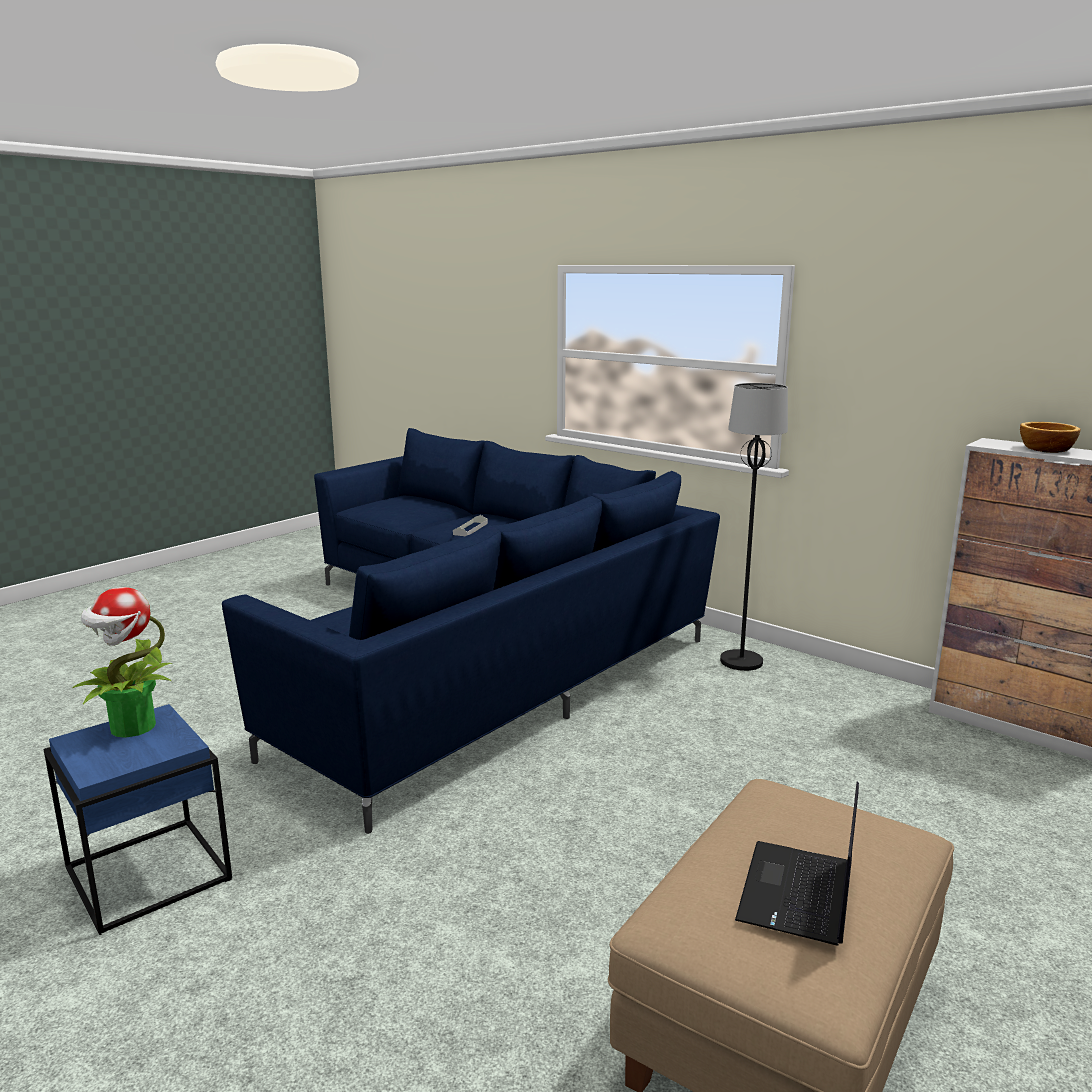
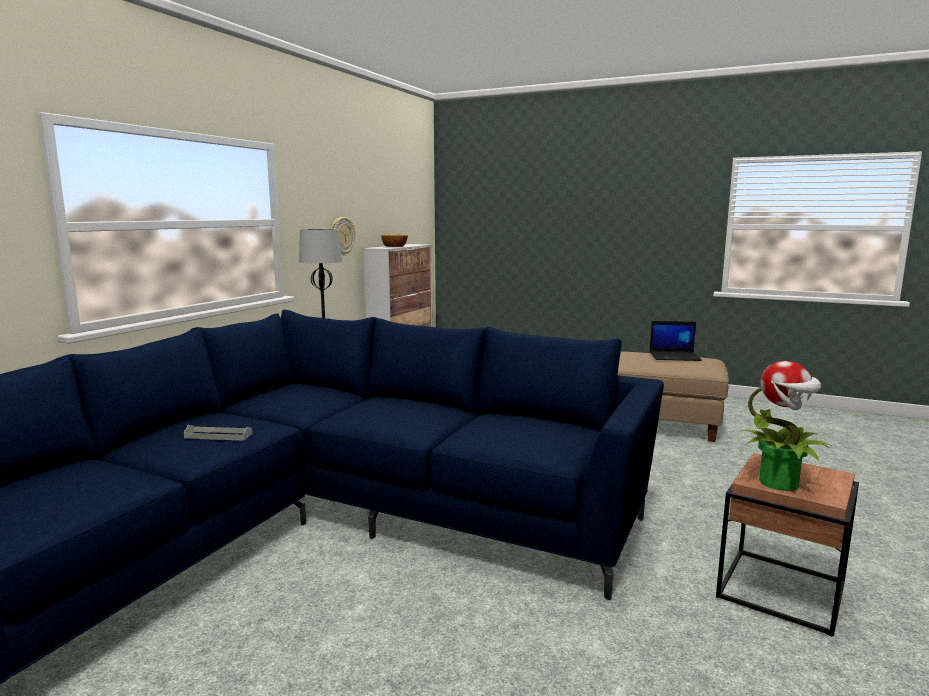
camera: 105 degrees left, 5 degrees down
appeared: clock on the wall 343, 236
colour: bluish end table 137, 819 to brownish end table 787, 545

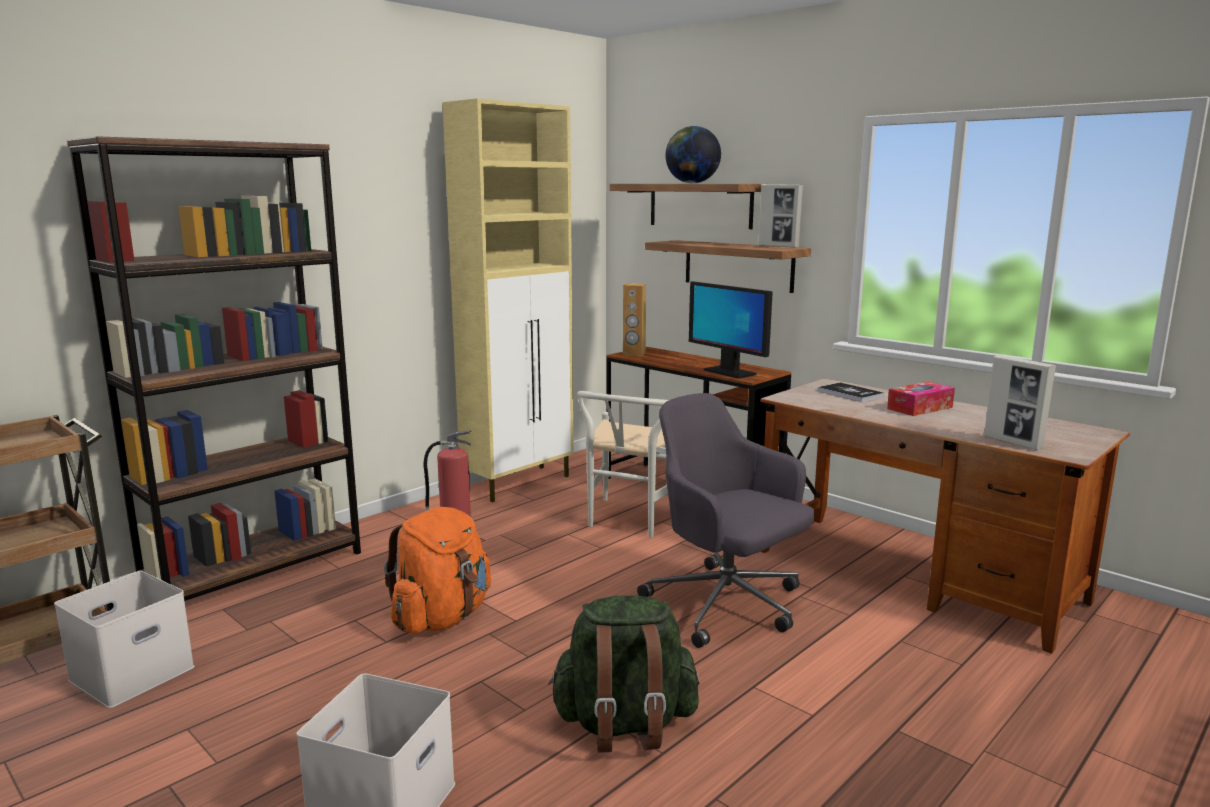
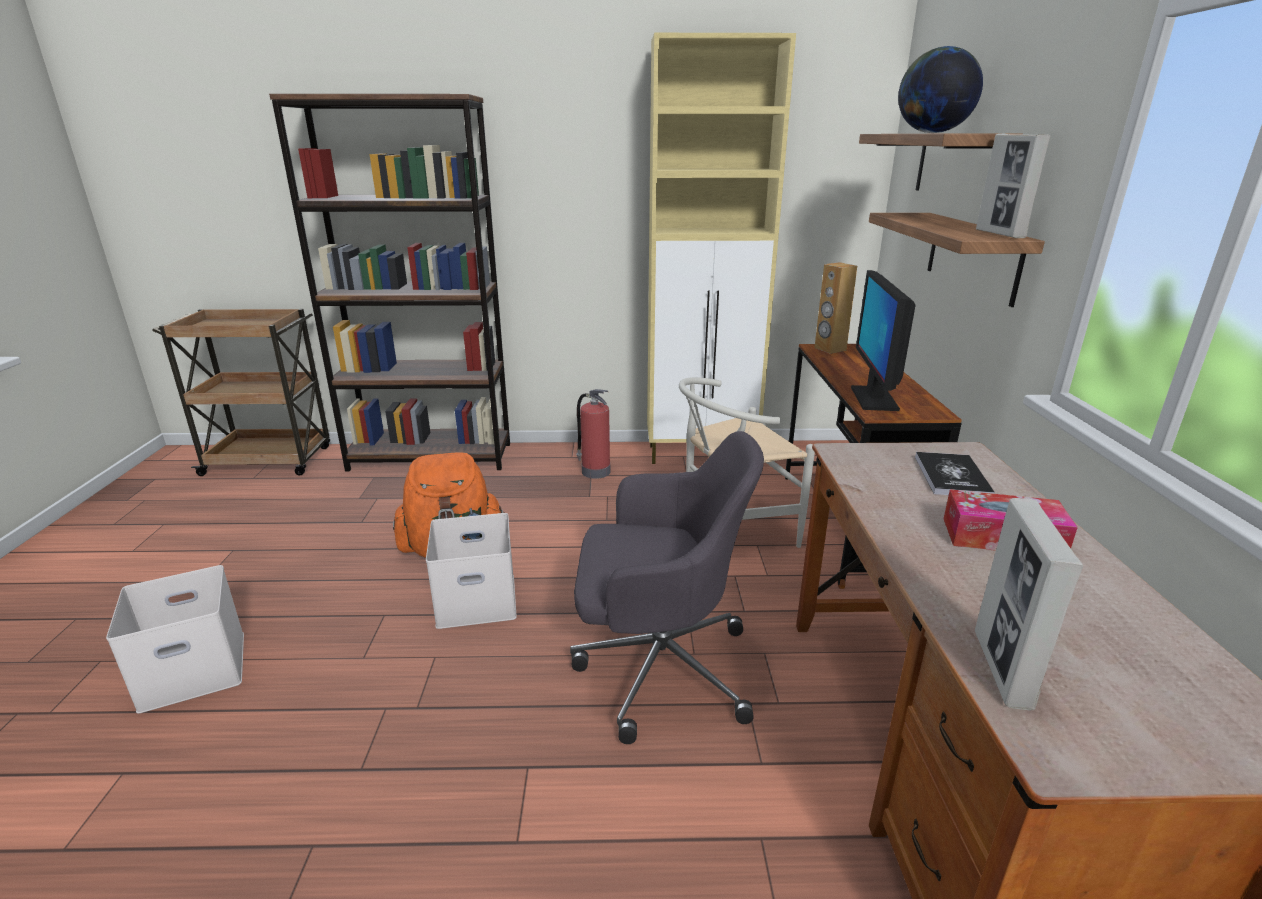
camera: 45 degrees right, 10 degrees up
missing: green-coloured backpack 623, 674
relocated: white-coloured storage bin 124, 639 to 471, 571
spun: gray computer chair 725, 520 = 667, 587 90 degrees clockwise

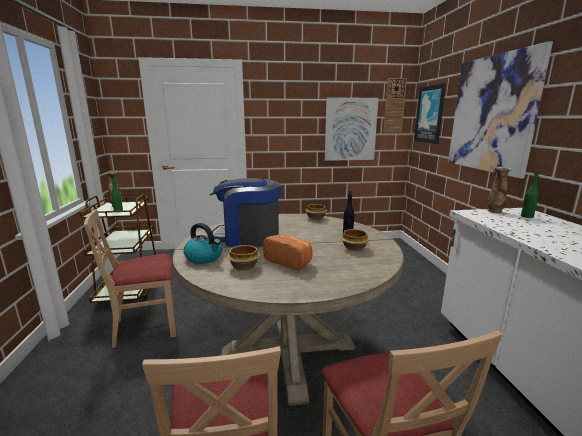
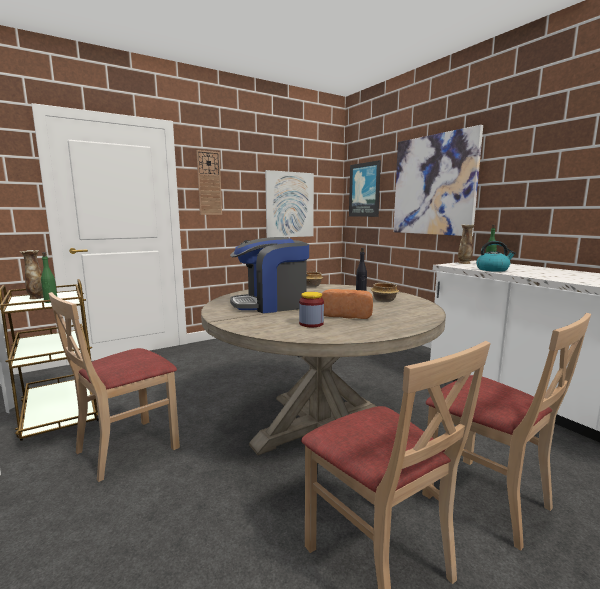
camera: 25 degrees left, 5 degrees down
relocated: clock on the wall 395, 105 to 209, 182; water kettle 203, 243 to 496, 256
exchanged: deep dish 243, 258 to preserve jar 311, 309

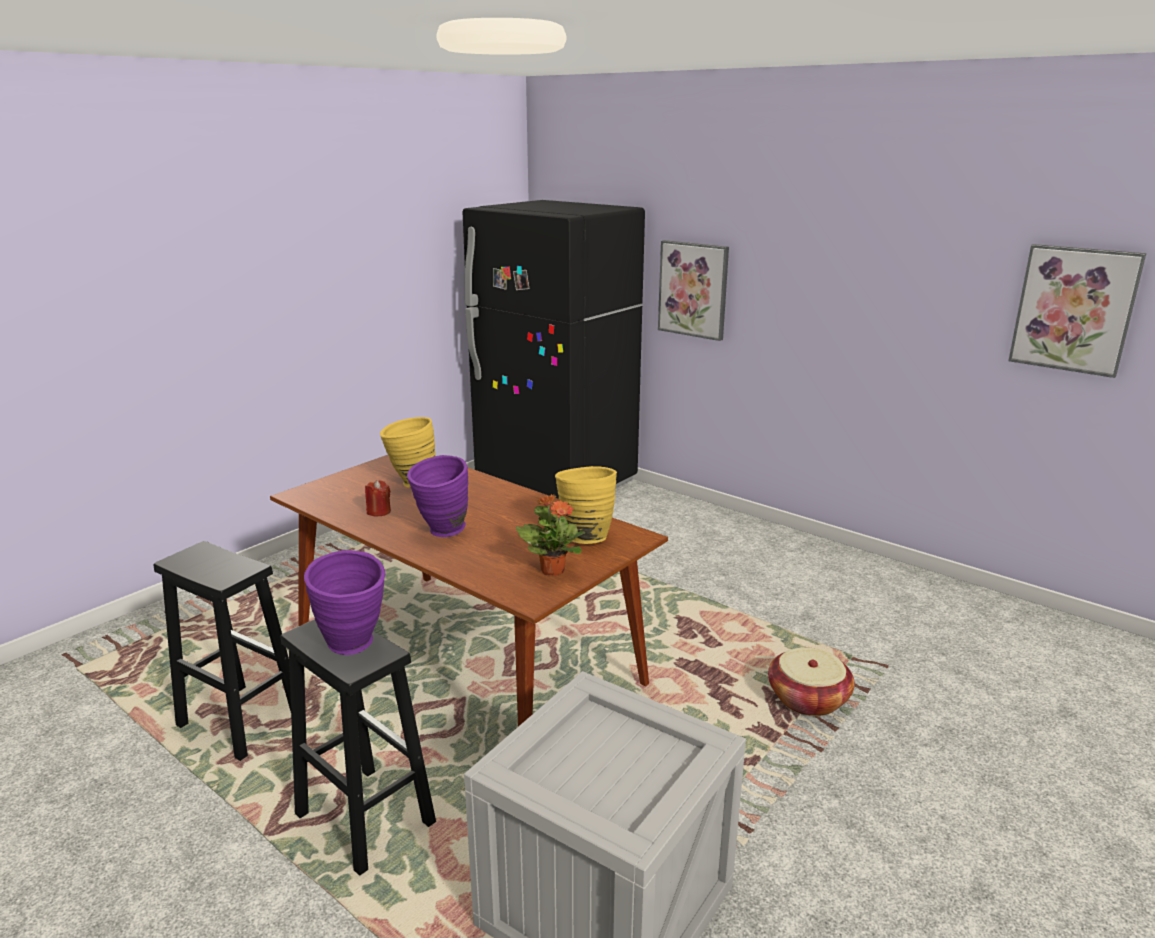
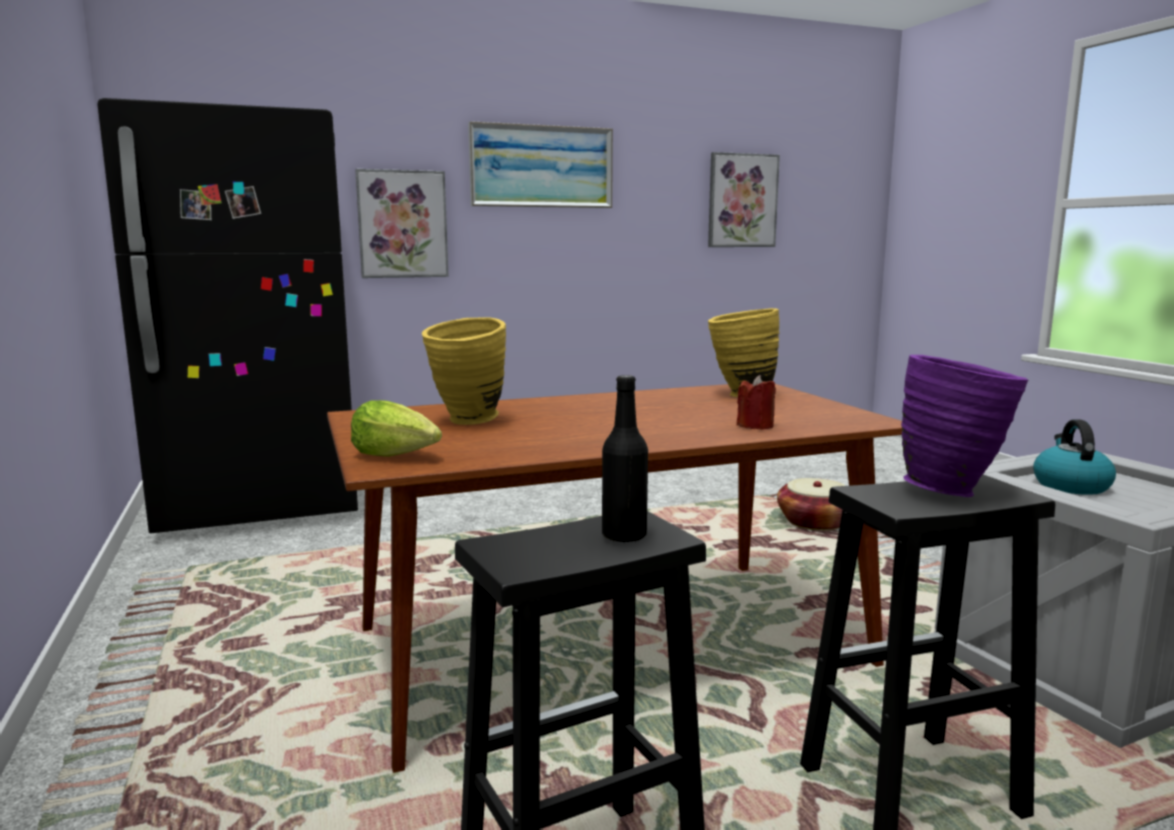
camera: 60 degrees left, 10 degrees down
missing: purplish flower vase 437, 496; houseplant 550, 534
appeared: lettuce 396, 428; picture 540, 164; blackish bottle 625, 459; water kettle 1074, 457
relocated: red-coloured wax light 378, 498 to 756, 402

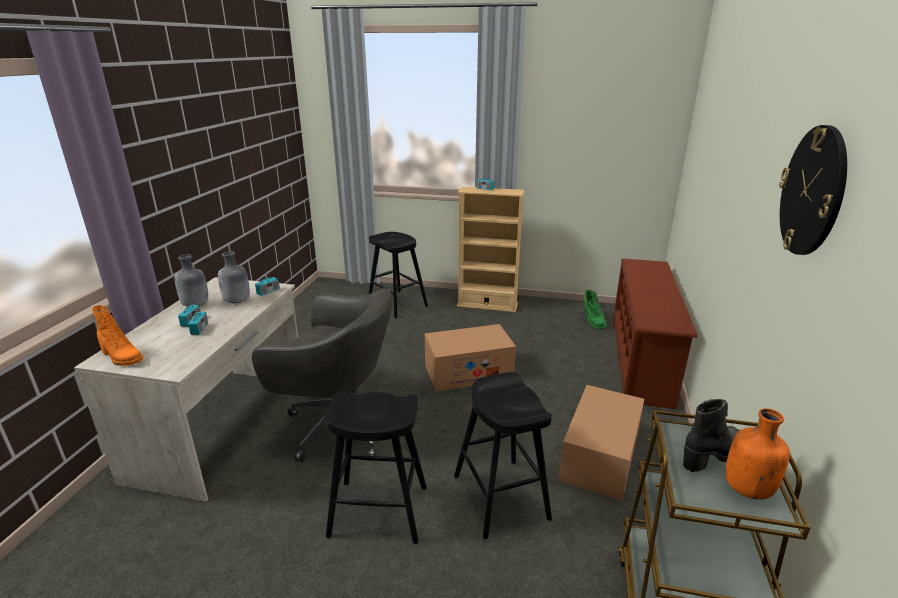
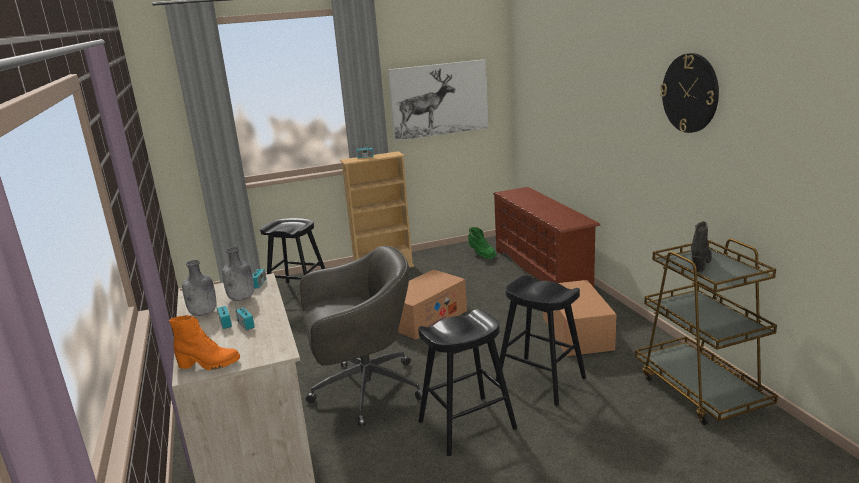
camera: 30 degrees left, 5 degrees down
missing: orangey bottle 757, 454
appeared: picture 438, 100

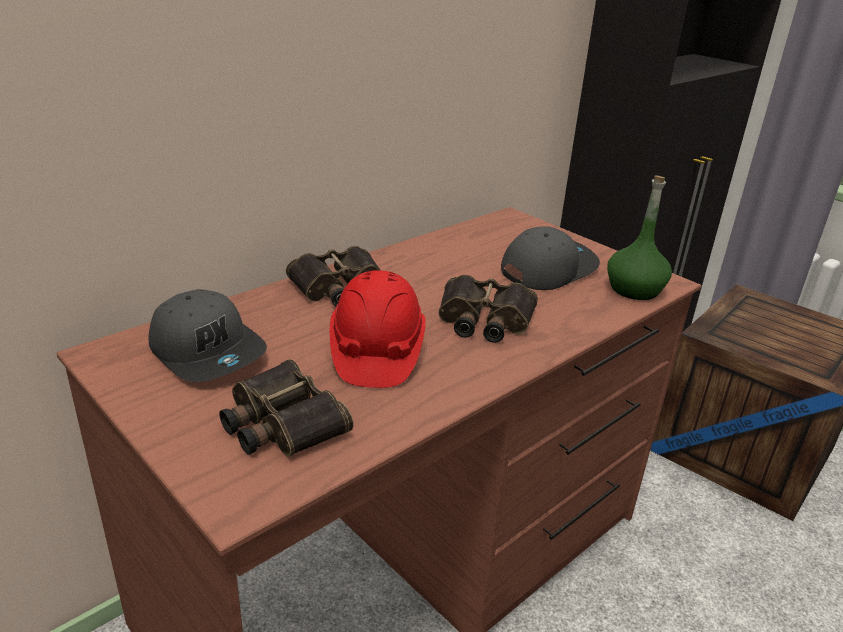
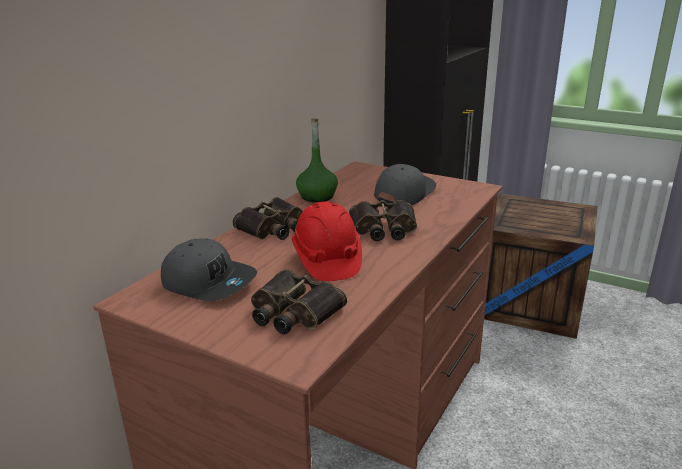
camera: 15 degrees left, 5 degrees down
relocated: green-coloured bottle 639, 237 to 317, 160

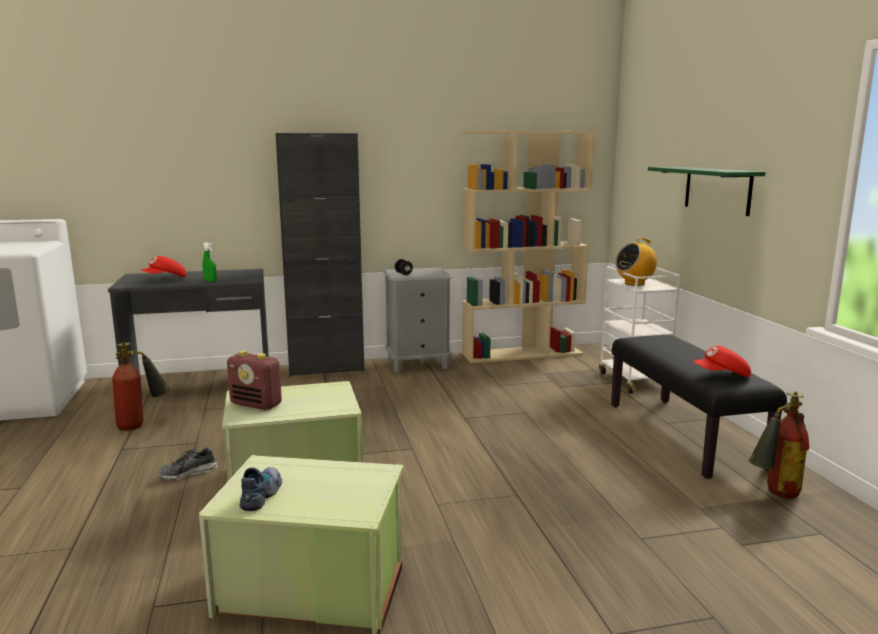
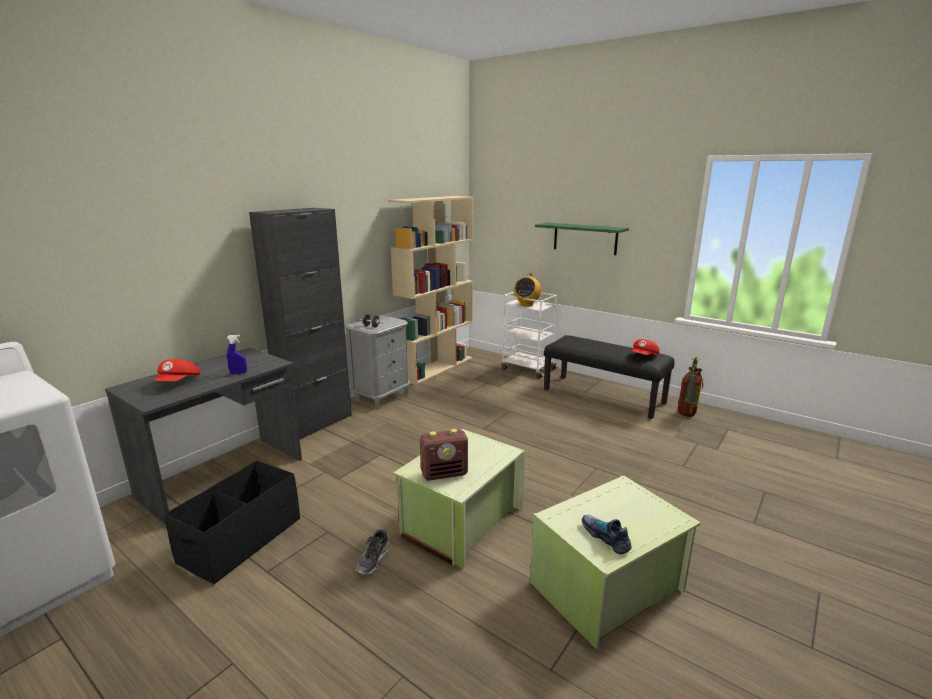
camera: 40 degrees left, 5 degrees up
exchanged: fire-fighting cylinder 141, 386 to blackish storage bin 232, 522
colour: green-coloured sprayer 210, 262 to bluish sprayer 237, 354

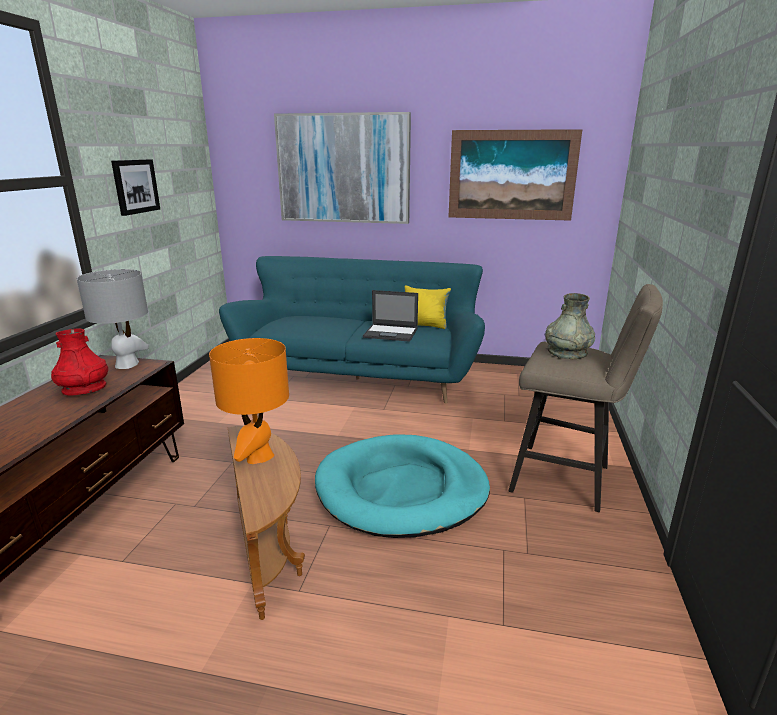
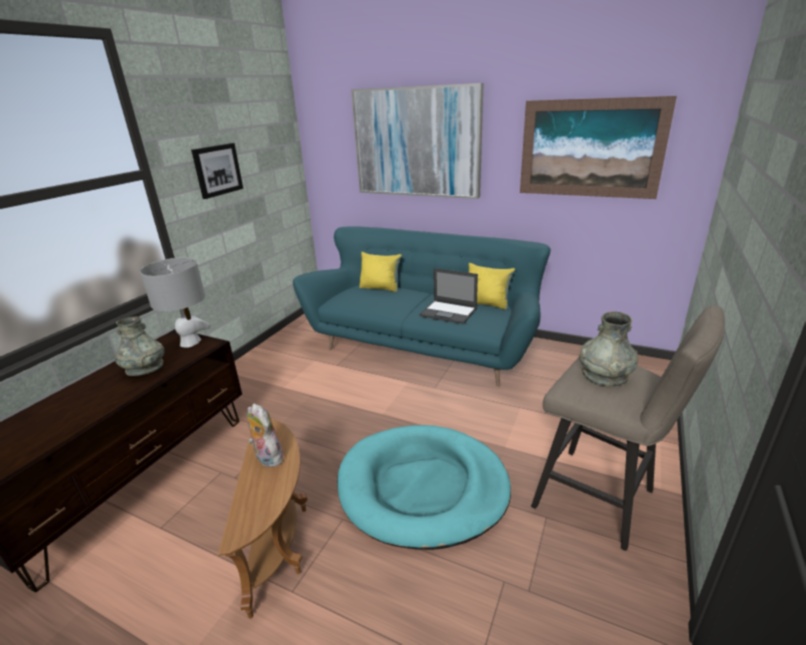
camera: 15 degrees right, 5 degrees up
appeared: yellow-coloured throw pillow 380, 272
exchanged: orangey table lamp 249, 401 to plush toy 266, 435
colour: red-coloured flower vase 79, 362 to gray flower vase 139, 346

